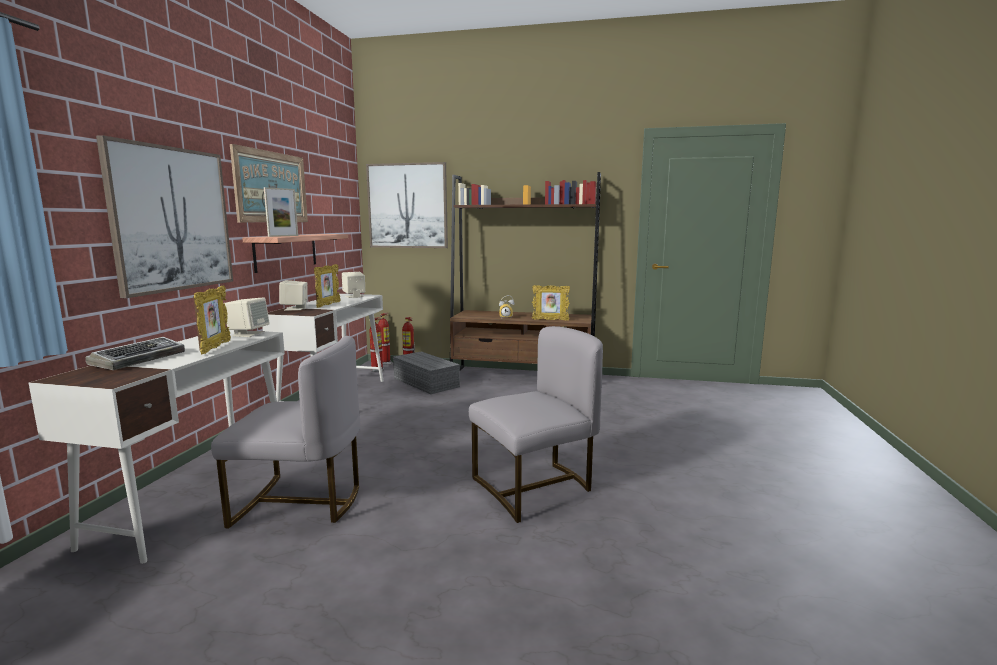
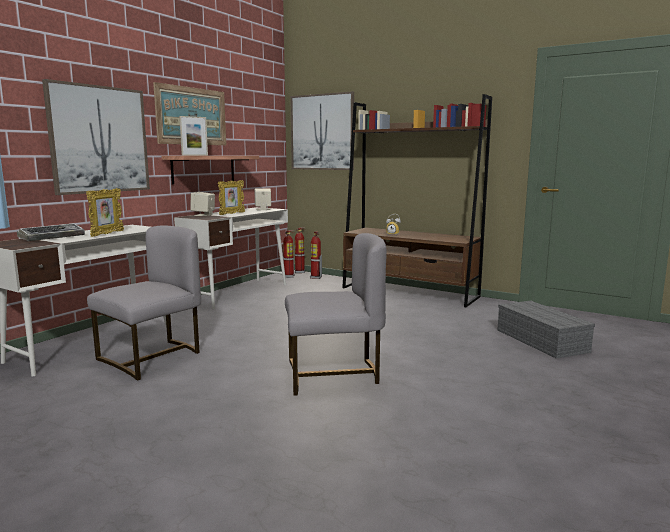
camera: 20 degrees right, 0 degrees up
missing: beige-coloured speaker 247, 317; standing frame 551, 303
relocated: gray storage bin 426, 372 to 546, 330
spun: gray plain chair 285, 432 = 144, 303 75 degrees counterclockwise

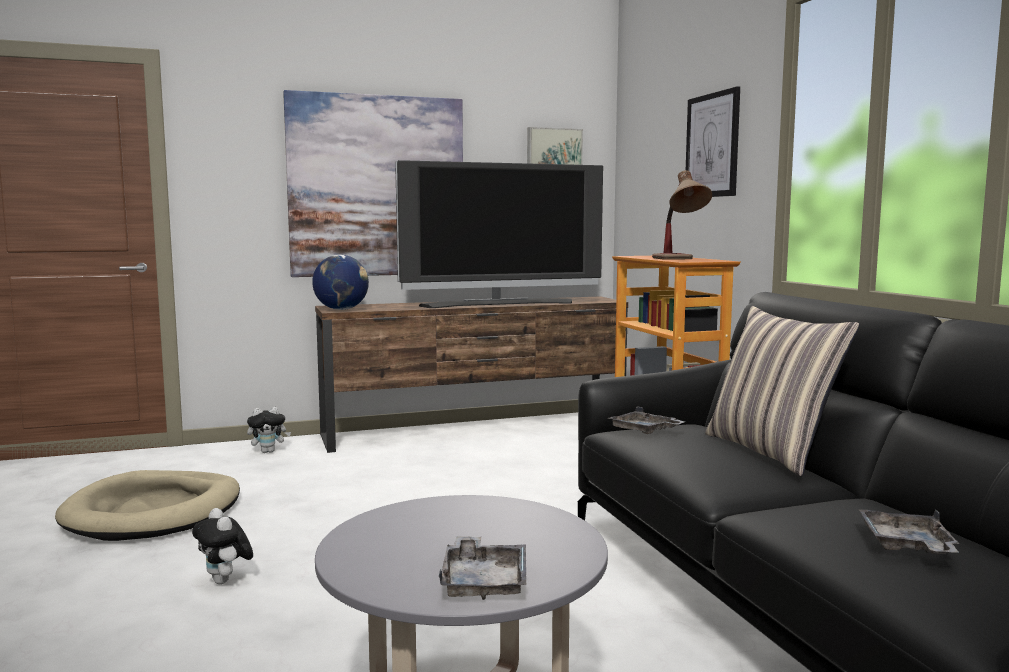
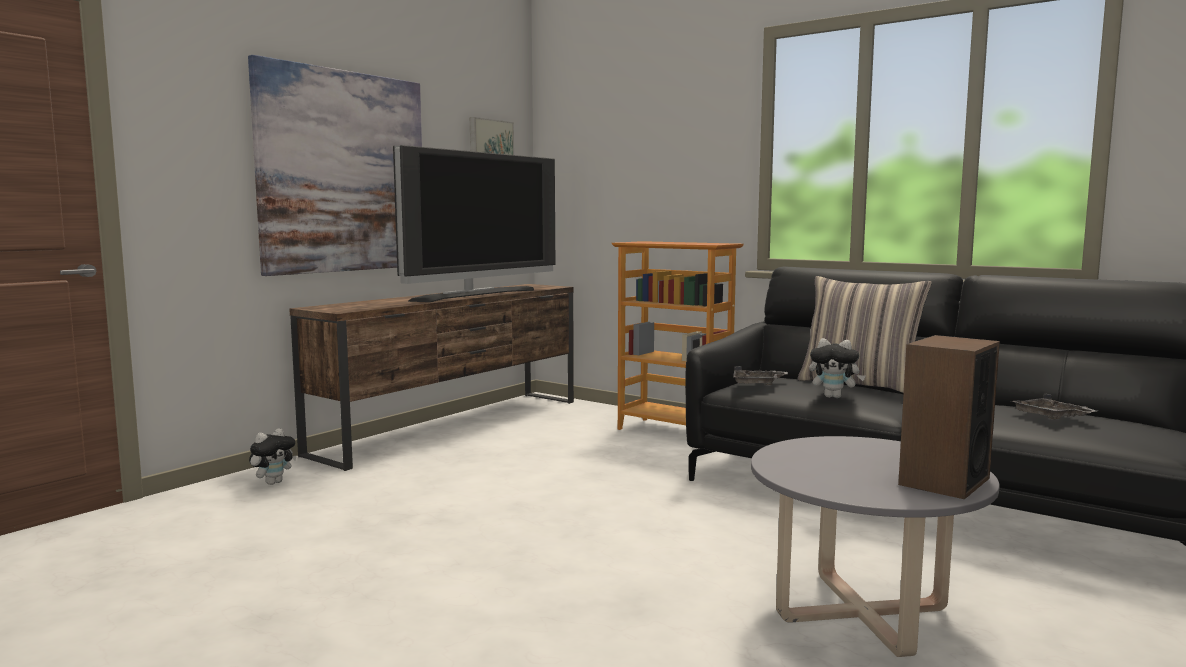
camera: 35 degrees left, 0 degrees up
missing: beige-coloured dog bed 147, 505; desk globe 340, 282; table lamp 682, 215; picture 712, 141
relocated: plush toy 222, 546 to 837, 368
exchanged: gray serving tray 482, 568 to speaker 949, 417

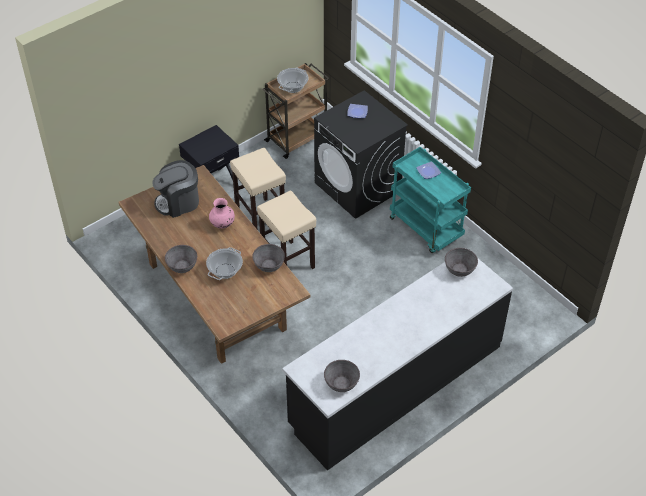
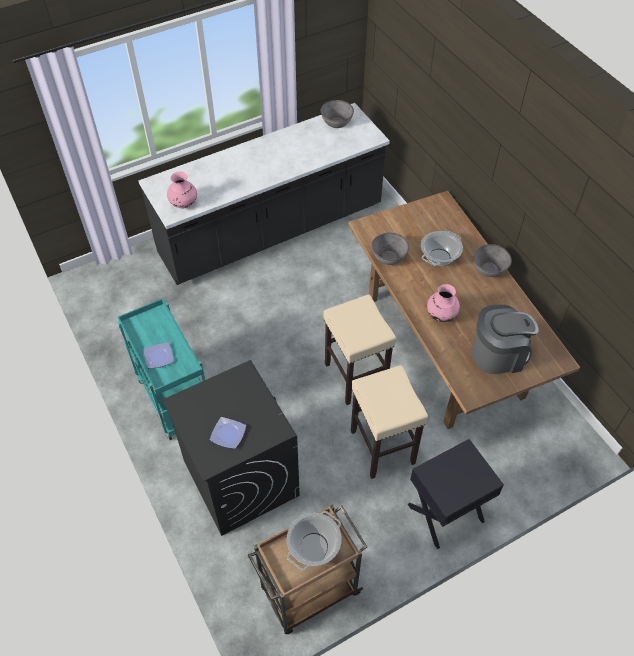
camera: 170 degrees left, 5 degrees up
exchanged: gray deep dish 461, 262 to pink flower vase 182, 190

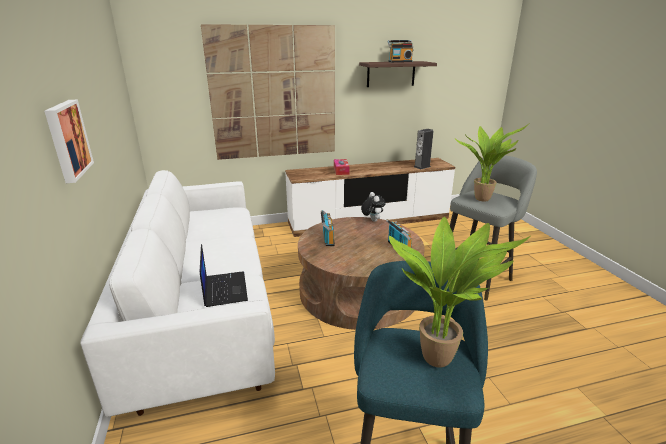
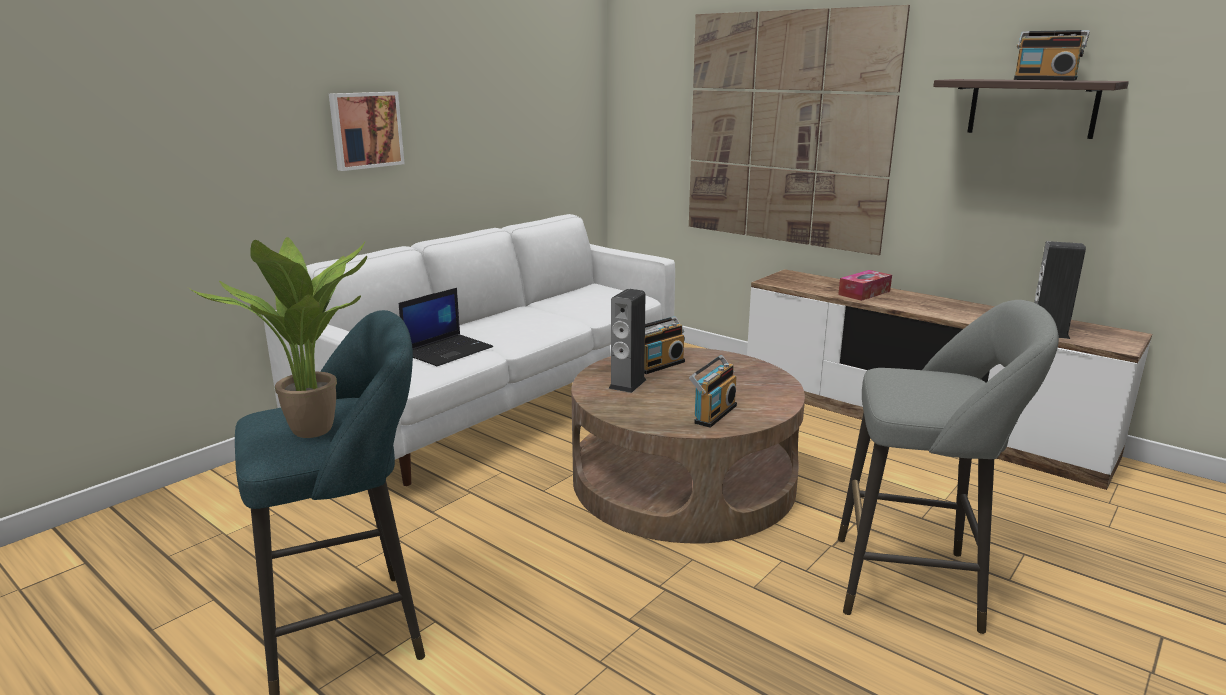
camera: 55 degrees right, 5 degrees down
missing: plush toy 373, 207; houseplant 492, 163
appeared: speaker 627, 341

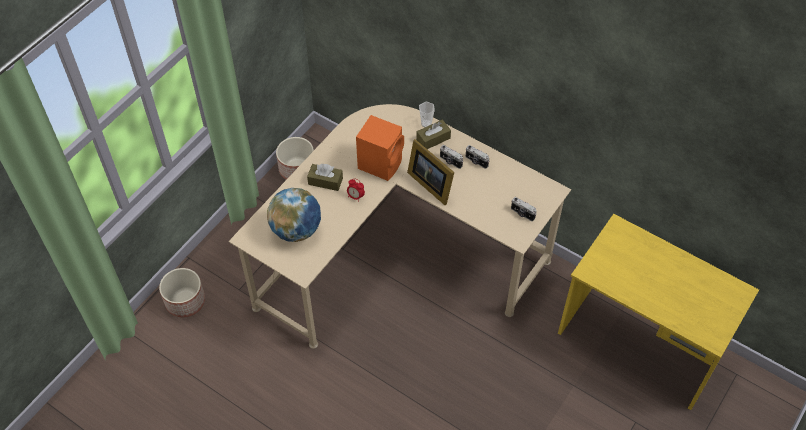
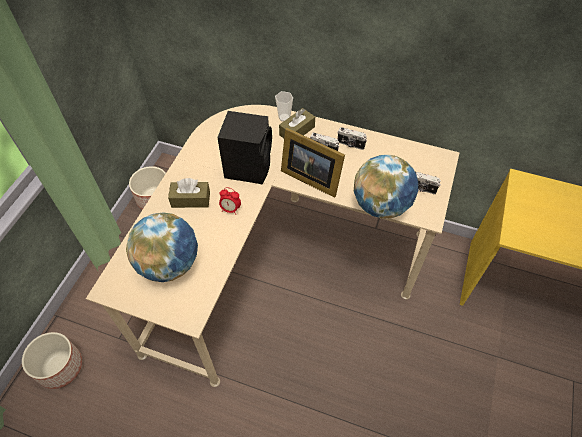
camera: 15 degrees left, 0 degrees up
appeared: desk globe 386, 187
colour: orangey speaker 380, 148 to blackish speaker 244, 147

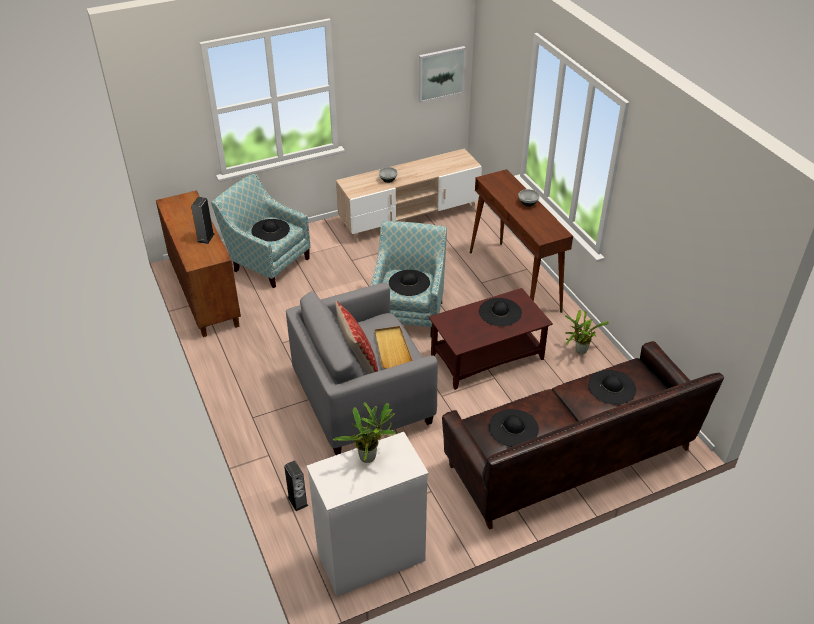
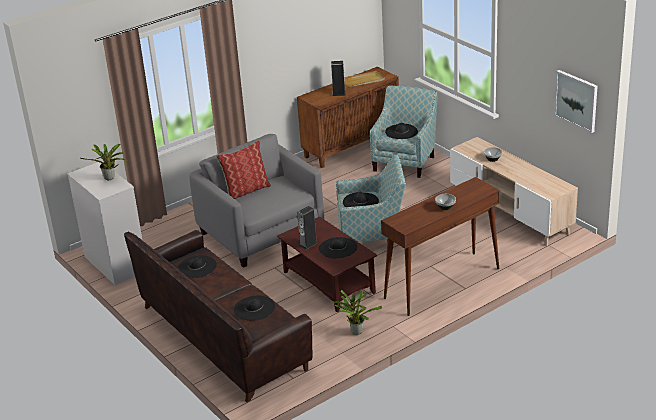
camera: 80 degrees right, 10 degrees down
relocated: speaker 296, 486 to 307, 228; beige-coloured serving tray 394, 347 to 364, 79

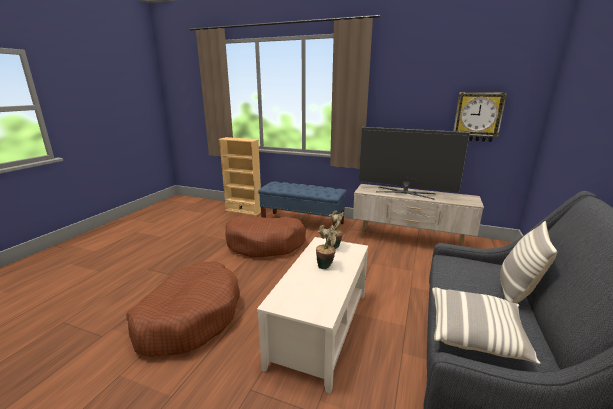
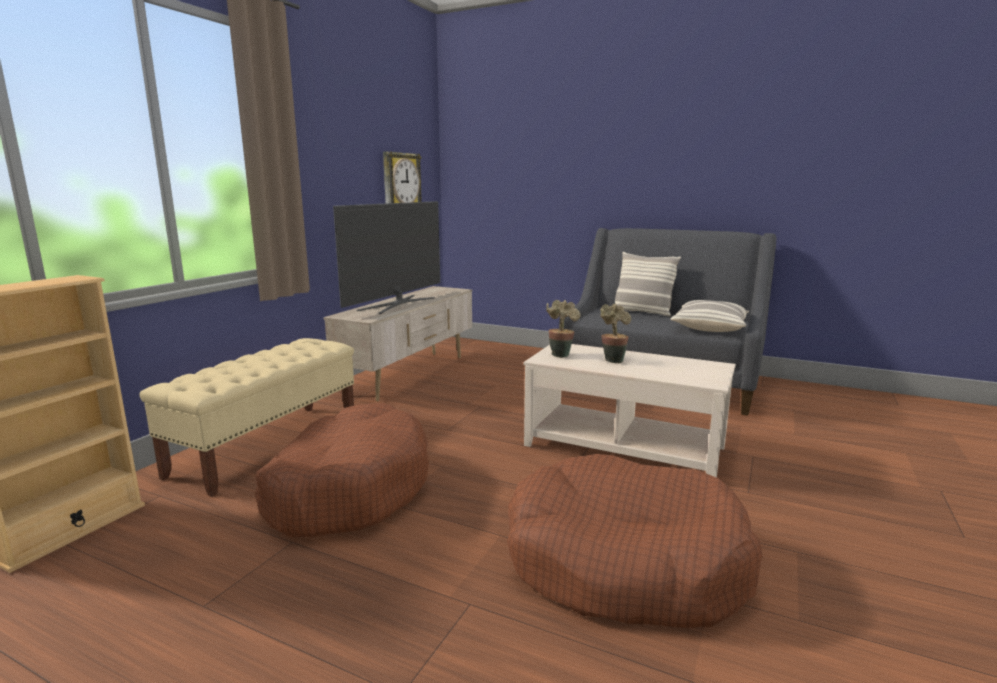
camera: 85 degrees left, 5 degrees down
colour: bluish long seat 302, 204 to beige-coloured long seat 246, 417

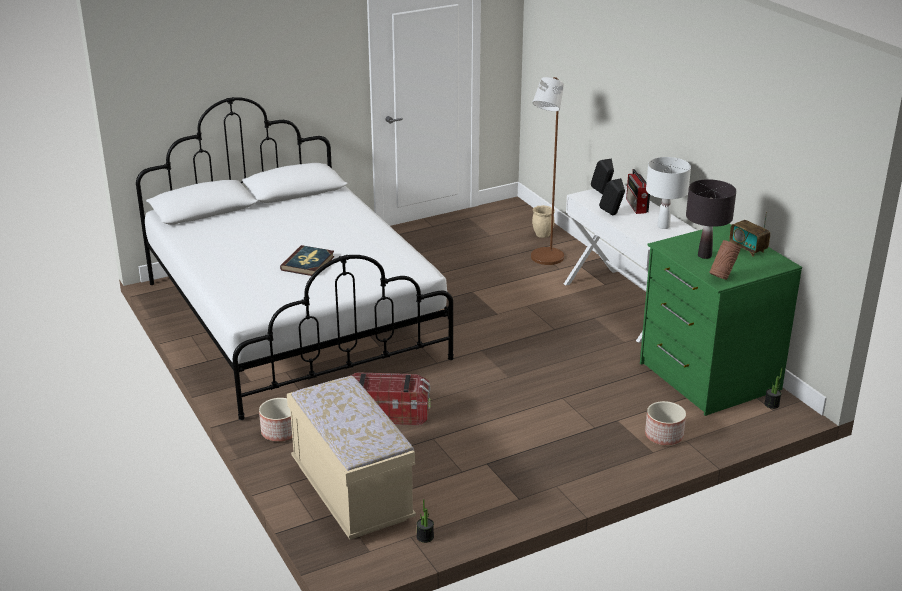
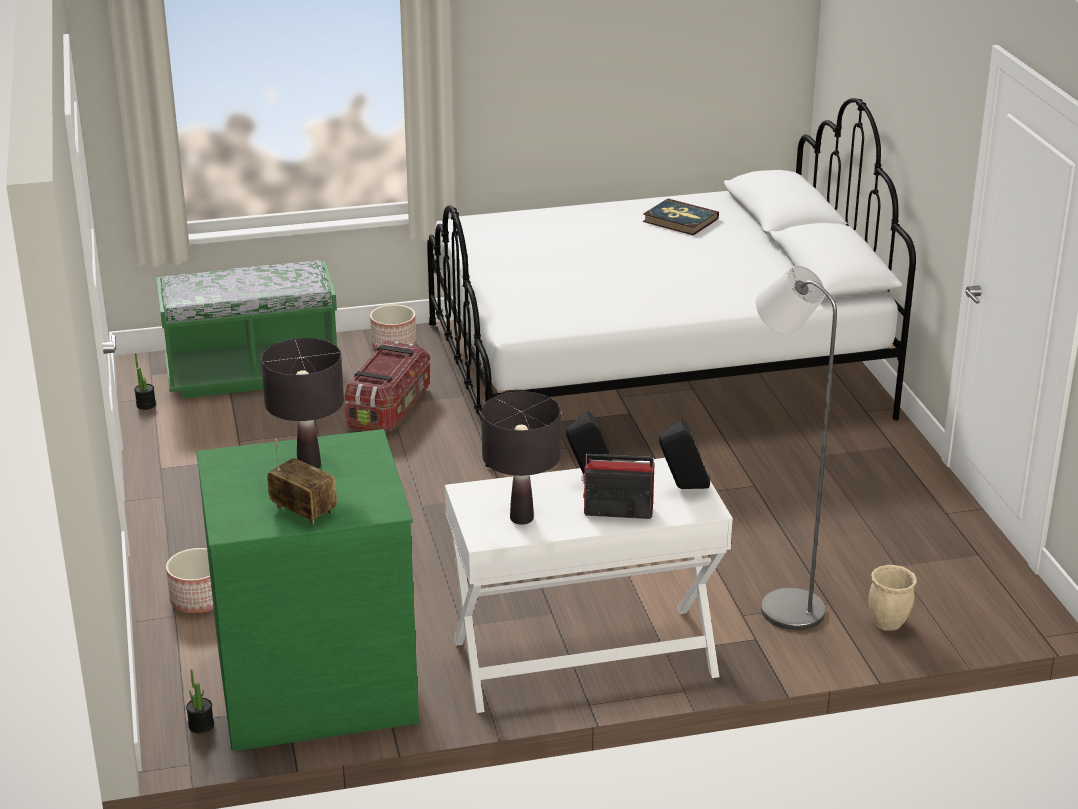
camera: 105 degrees right, 0 degrees up
missing: brownish flower vase 725, 260
relocated: bound book 307, 260 to 681, 217
colour: beige-coloured long seat 351, 458 to green-coloured long seat 246, 329; white-coloured table lamp 668, 193 to blackish table lamp 521, 457; brownish floor lamp 547, 171 to gray floor lamp 796, 448
spun: radio receiver 749, 234 = 302, 481 60 degrees clockwise

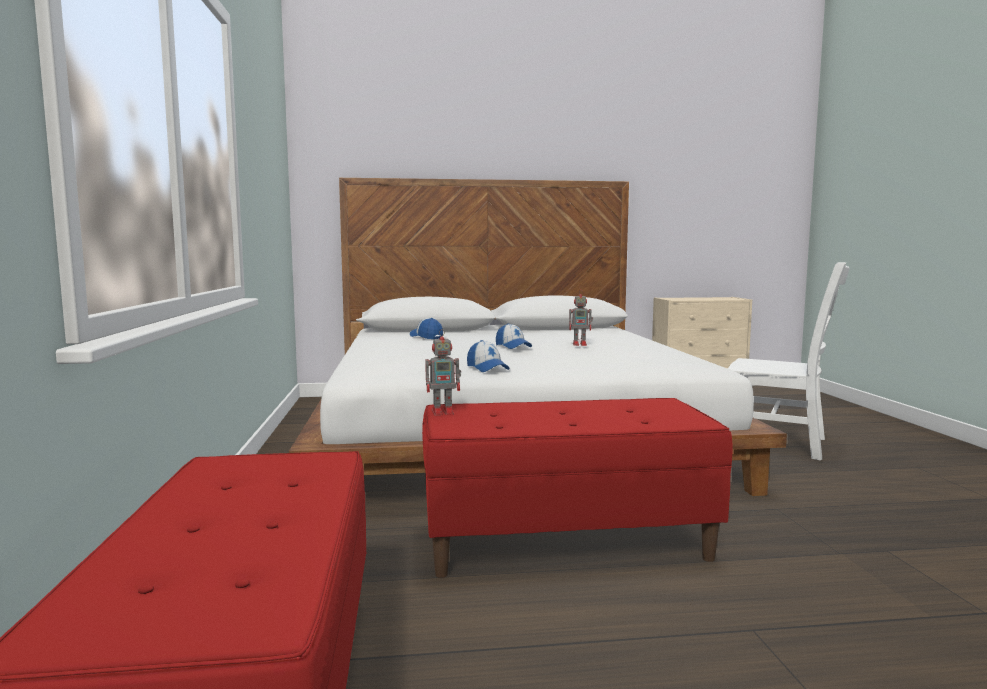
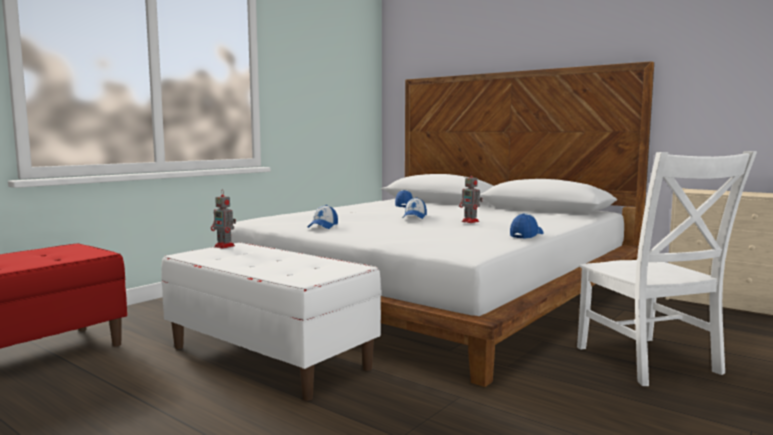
camera: 45 degrees right, 0 degrees up
appeared: baseball cap 526, 226
colour: red-coloured long seat 577, 488 to white-coloured long seat 271, 321

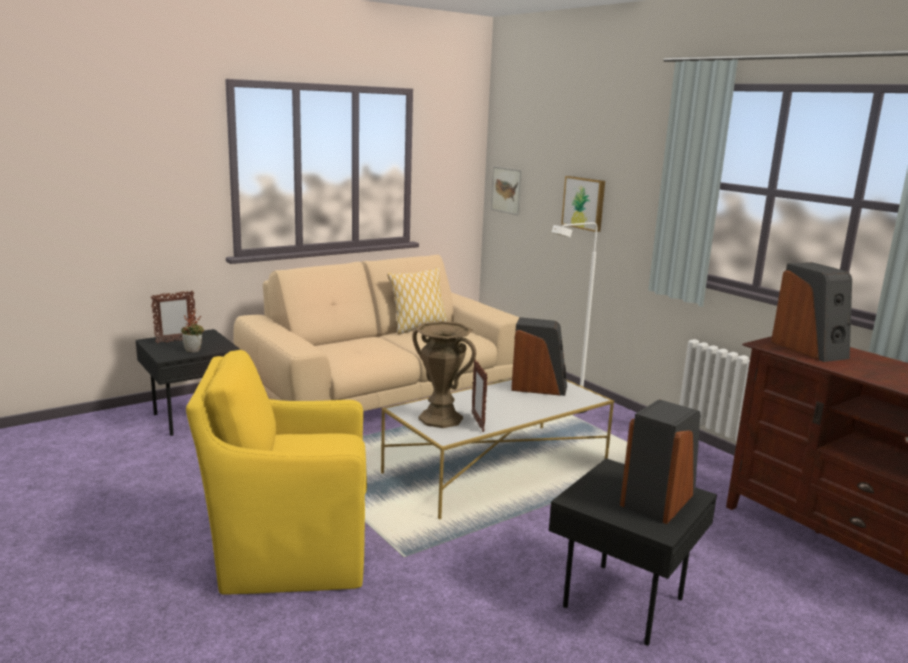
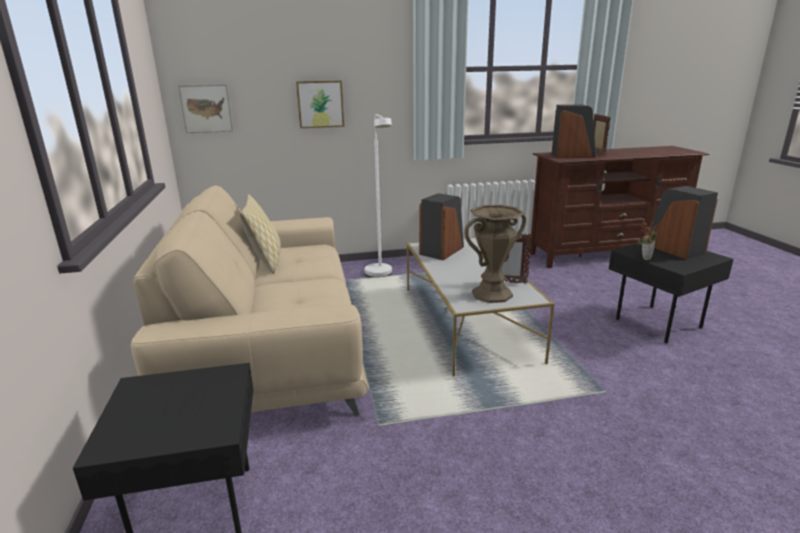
camera: 65 degrees left, 5 degrees up
missing: yellow-coloured easy chair 276, 472
relocated: standing frame 173, 317 to 602, 135; houseplant 192, 331 to 649, 239

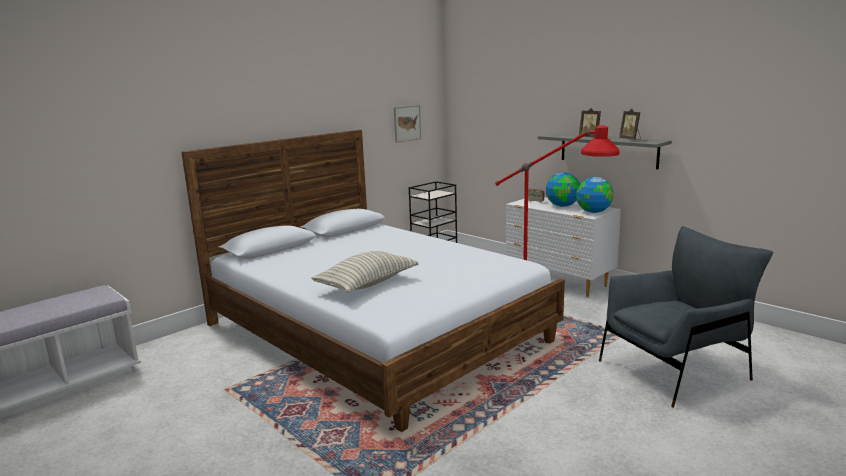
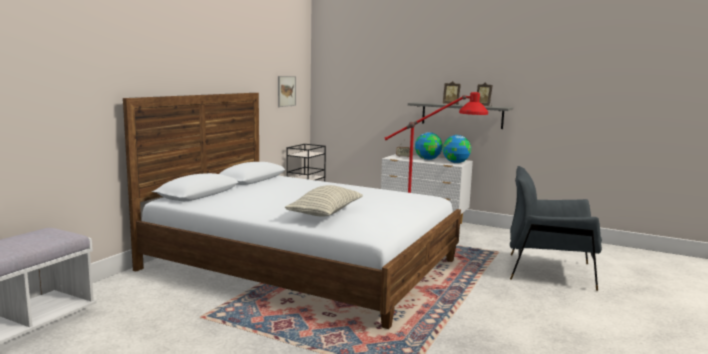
camera: 20 degrees left, 5 degrees down
spun: gray easy chair 686, 317 = 556, 228 120 degrees counterclockwise

